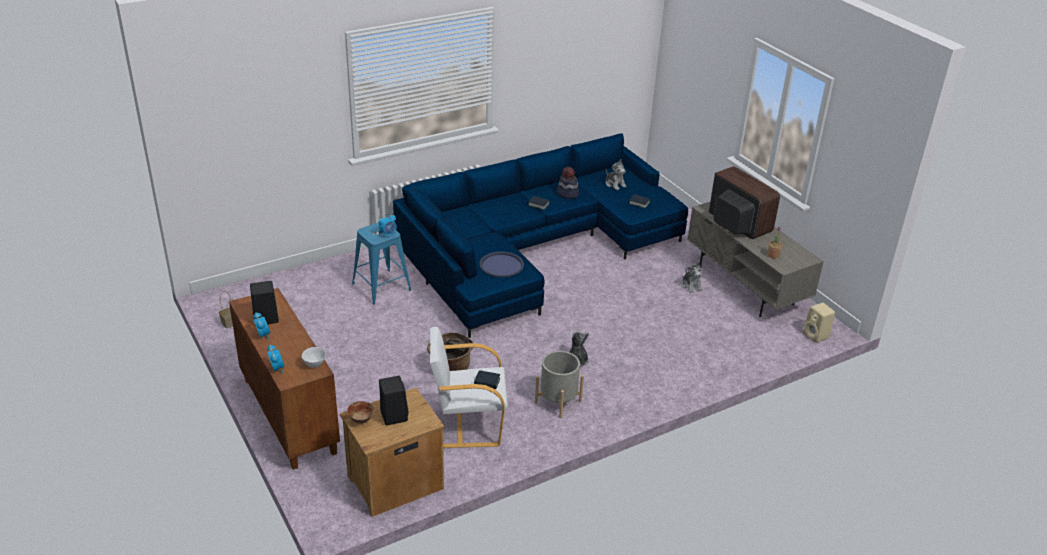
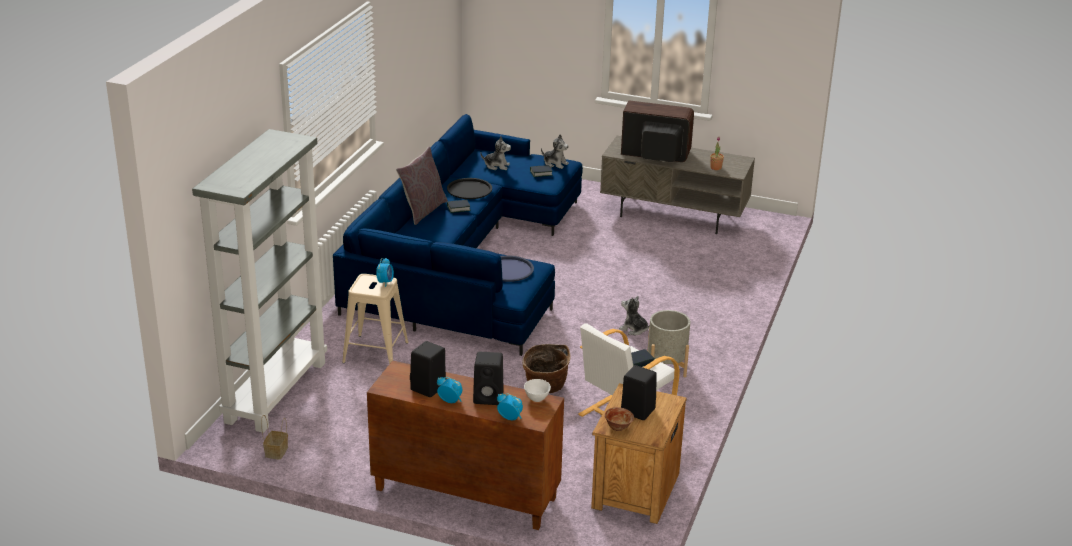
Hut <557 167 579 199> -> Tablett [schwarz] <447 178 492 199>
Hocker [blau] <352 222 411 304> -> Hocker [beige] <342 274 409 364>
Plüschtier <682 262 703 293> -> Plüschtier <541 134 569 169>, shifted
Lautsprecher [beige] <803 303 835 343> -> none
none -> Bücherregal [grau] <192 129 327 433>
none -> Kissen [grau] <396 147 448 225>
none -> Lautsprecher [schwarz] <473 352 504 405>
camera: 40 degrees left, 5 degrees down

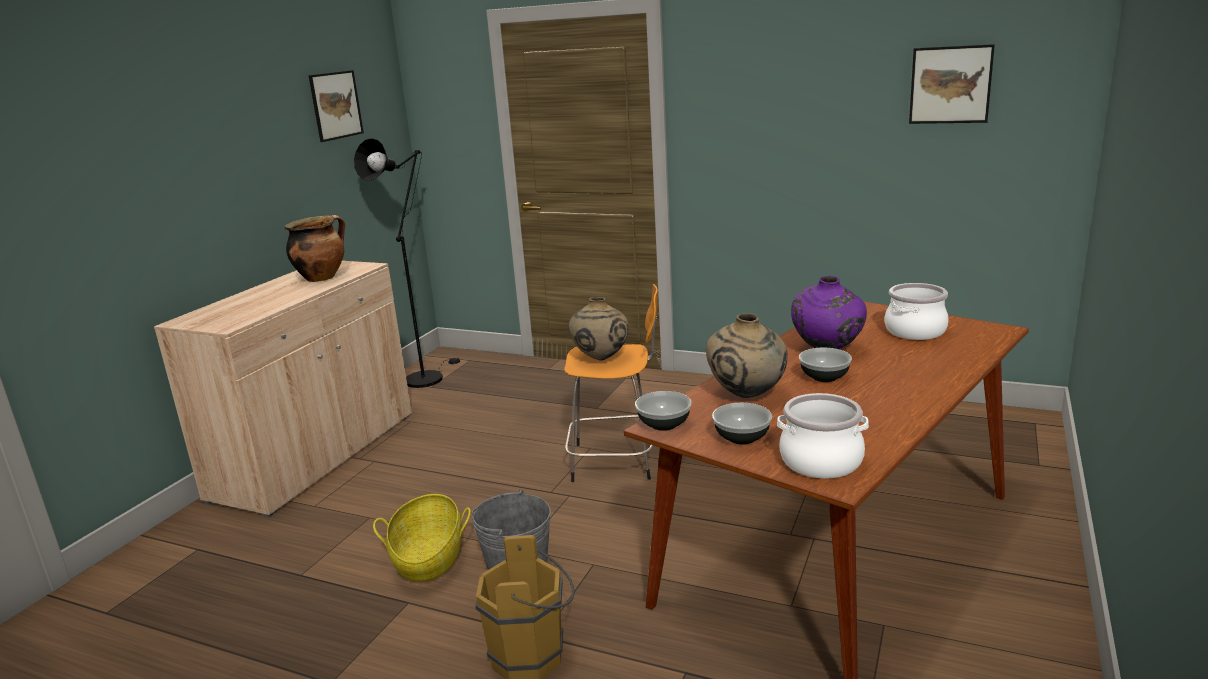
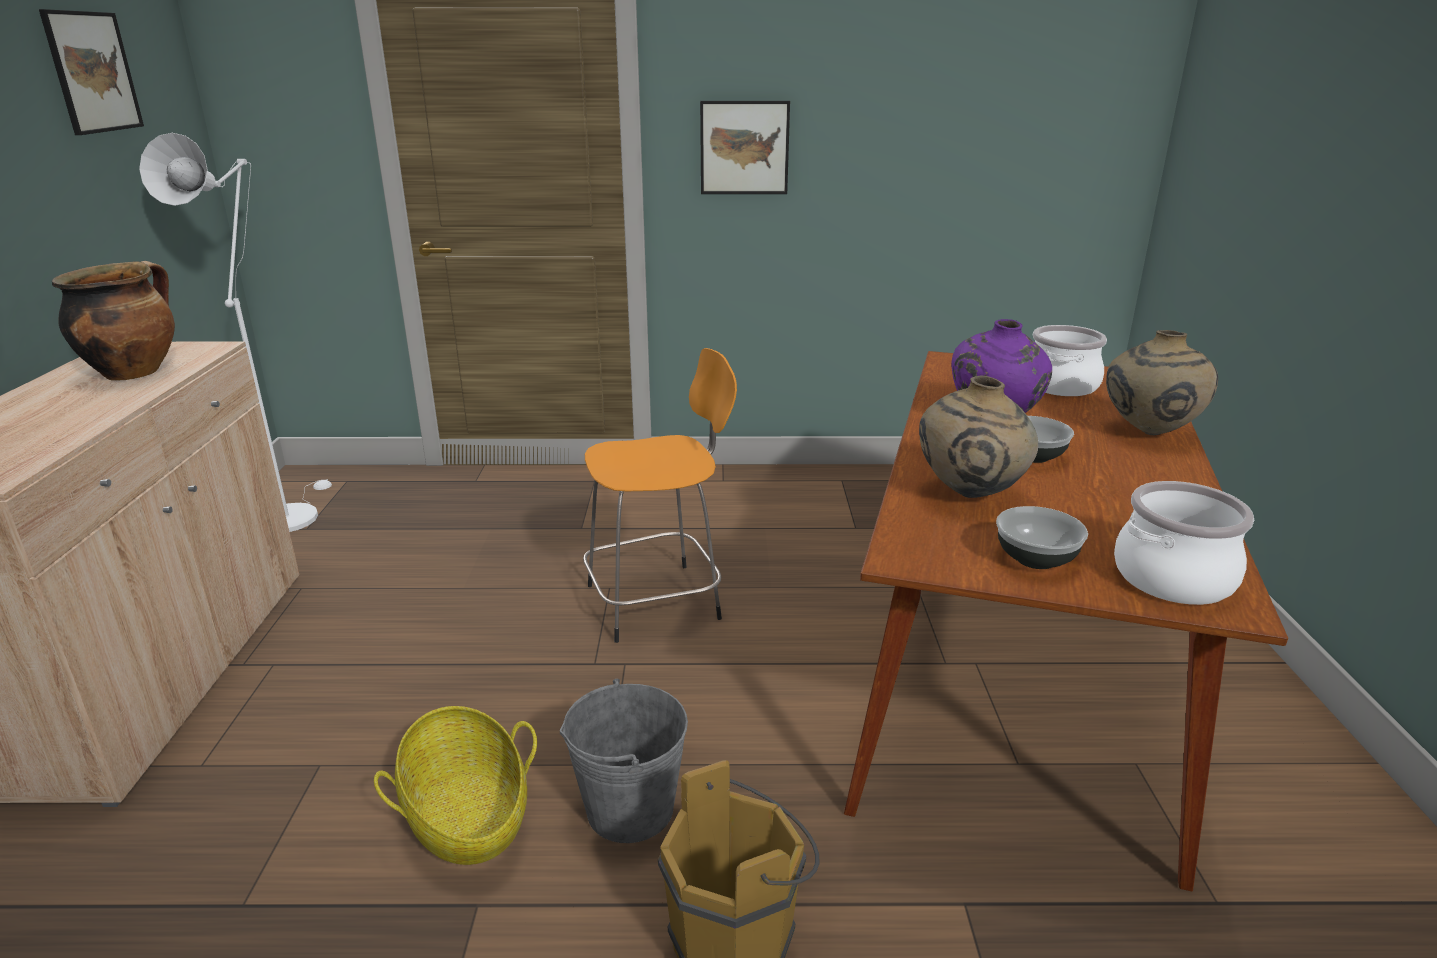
Bild <909 44 995 124> -> Bild <700 101 790 194>, shifted
Stehlampe [schwarz] <354 138 460 388> -> Stehlampe [weiß] <139 133 332 532>
Vase [beige] <568 297 629 360> -> Vase [beige] <1106 330 1218 435>, shifted
Schüssel <635 391 692 431> -> none
camera: 25 degrees left, 5 degrees up

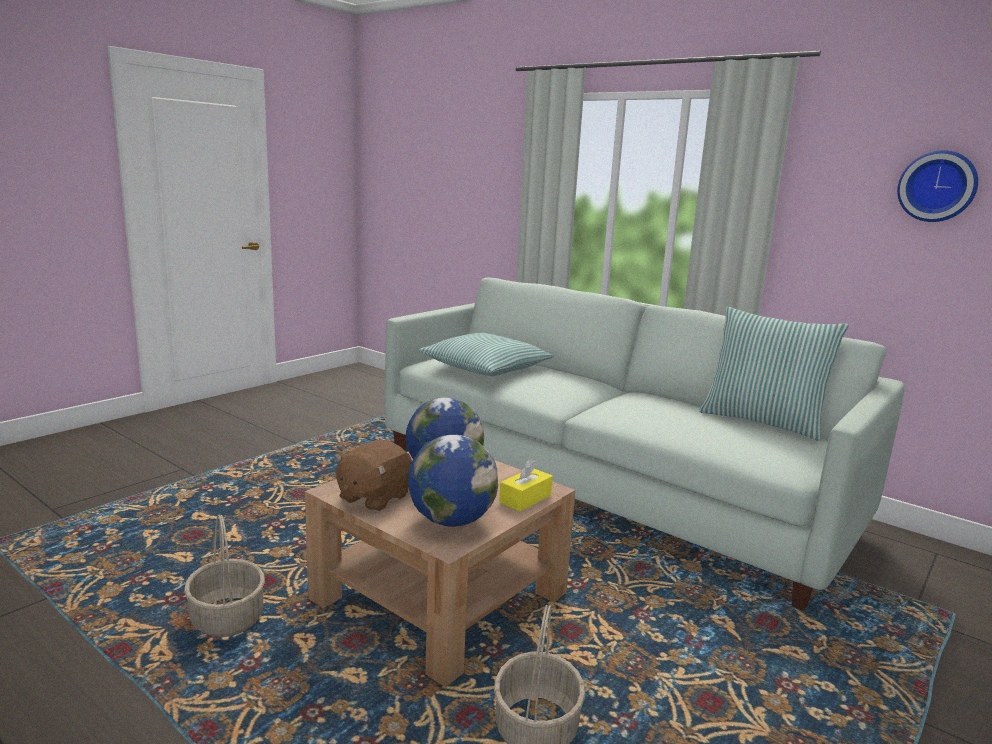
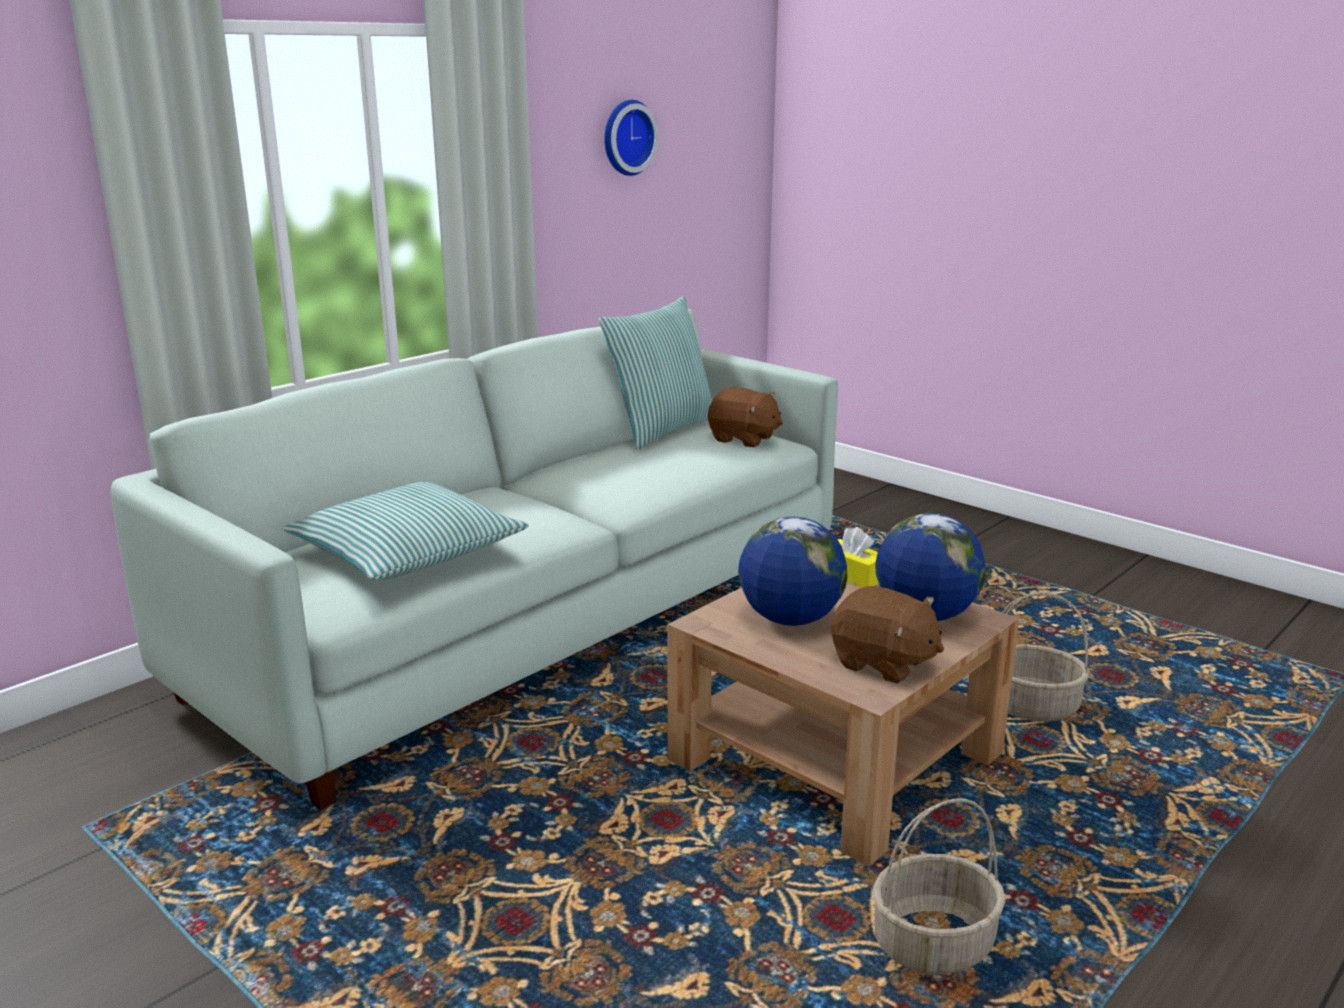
none -> Plüschtier [braun] <708 387 783 448>
camera: 85 degrees left, 5 degrees up

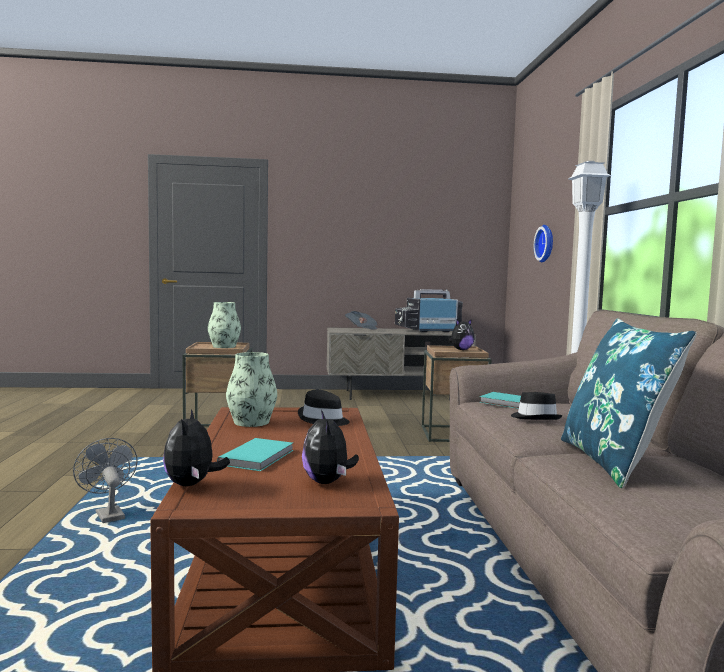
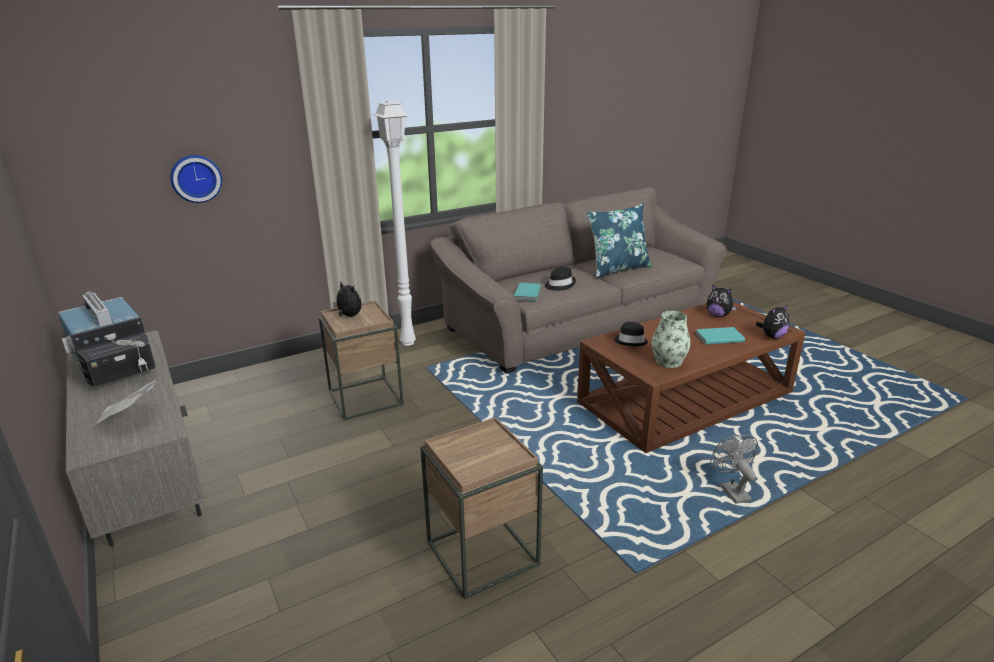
Vase <208 302 241 348> -> none
Plüschtier <302 410 359 484> -> Plüschtier <706 285 737 317>, 75 degrees clockwise
Ventilator [grau] <73 438 138 523> -> Ventilator [grau] <710 435 758 504>, 135 degrees clockwise
camera: 115 degrees left, 20 degrees up

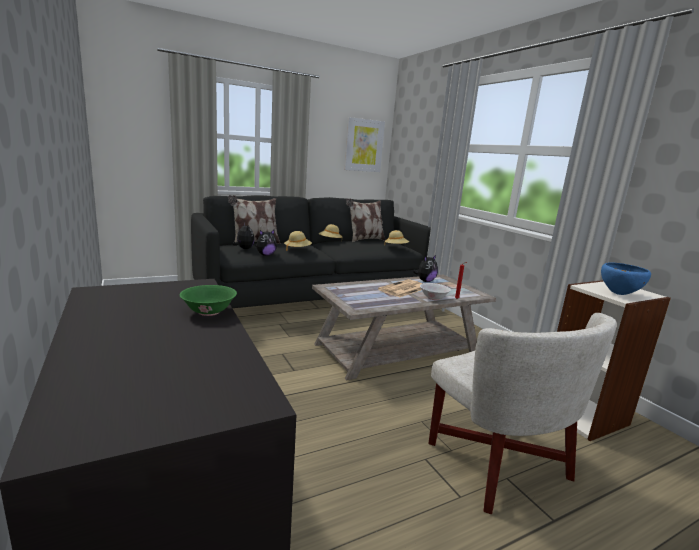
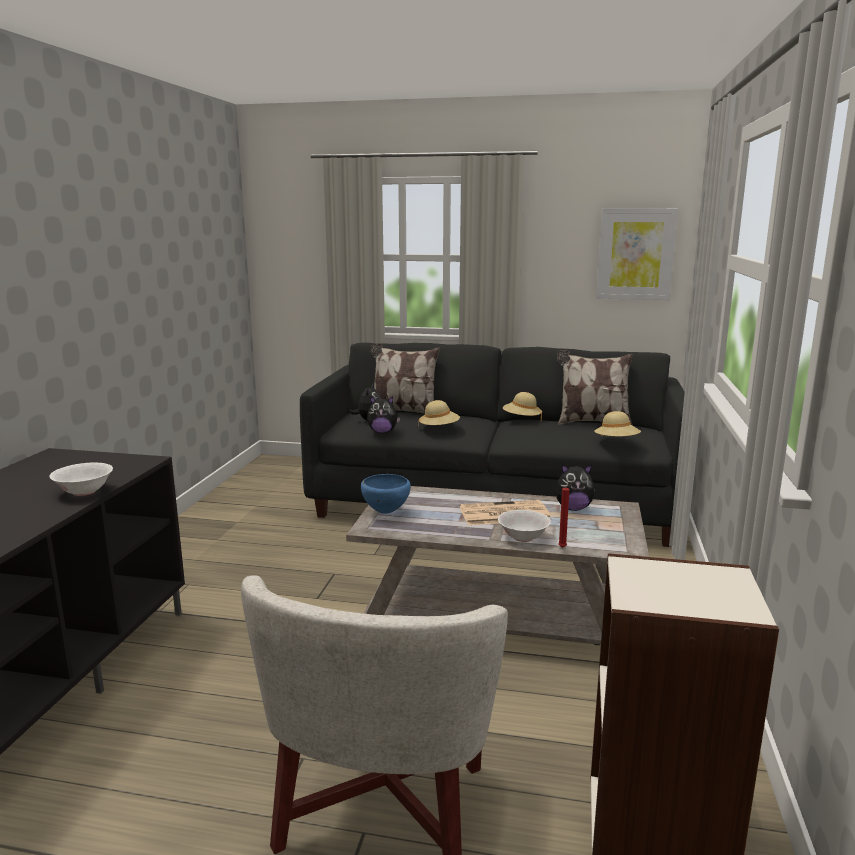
Schüssel [blau] <601 263 651 295> -> Schüssel [blau] <361 474 411 514>, shifted
Schüssel [grün] <180 285 237 316> -> Schüssel [weiß] <49 463 113 496>
camera: 40 degrees right, 0 degrees up

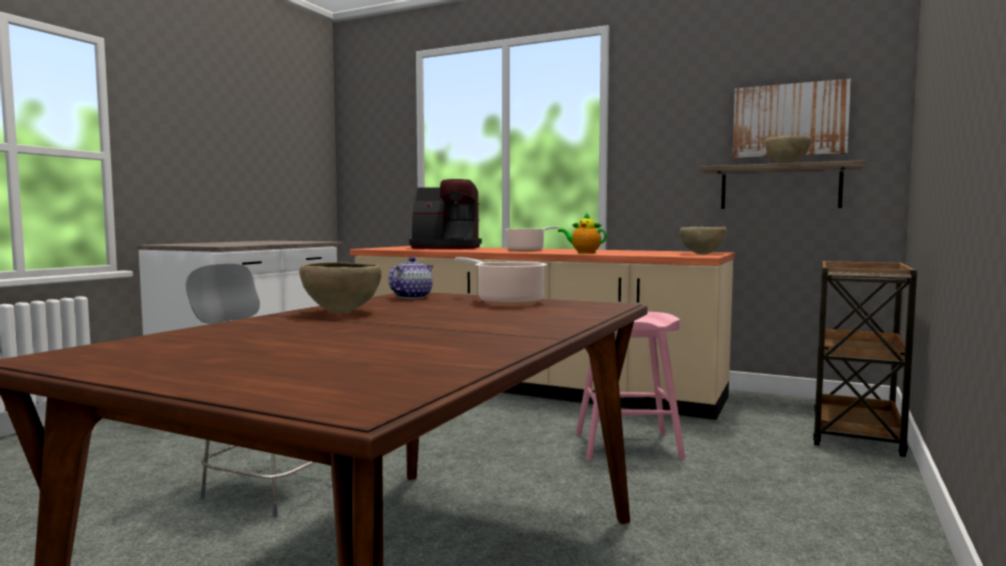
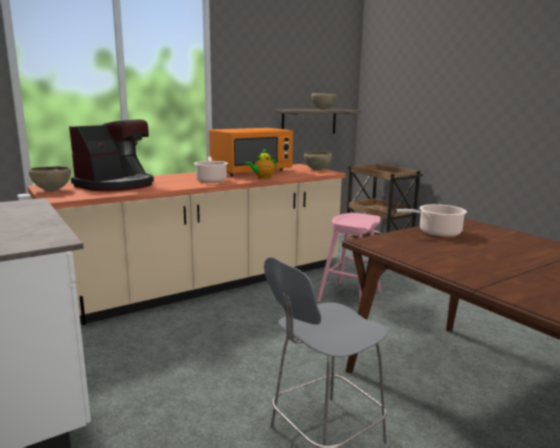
Bild <733 79 851 158> -> none
Teekanne <388 257 433 299> -> none
Schüssel [braun] <299 262 382 313> -> Schüssel [braun] <29 166 71 192>, shifted
none -> Mikrowelle [orange] <209 128 293 176>
camera: 60 degrees left, 10 degrees up

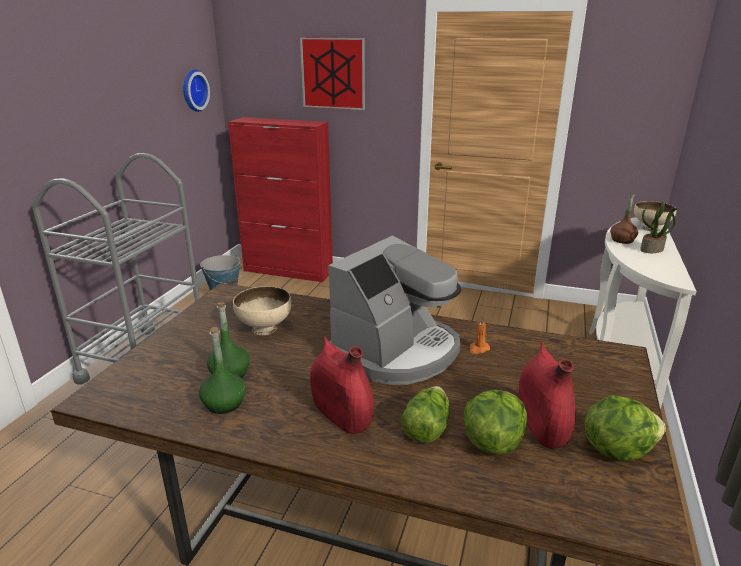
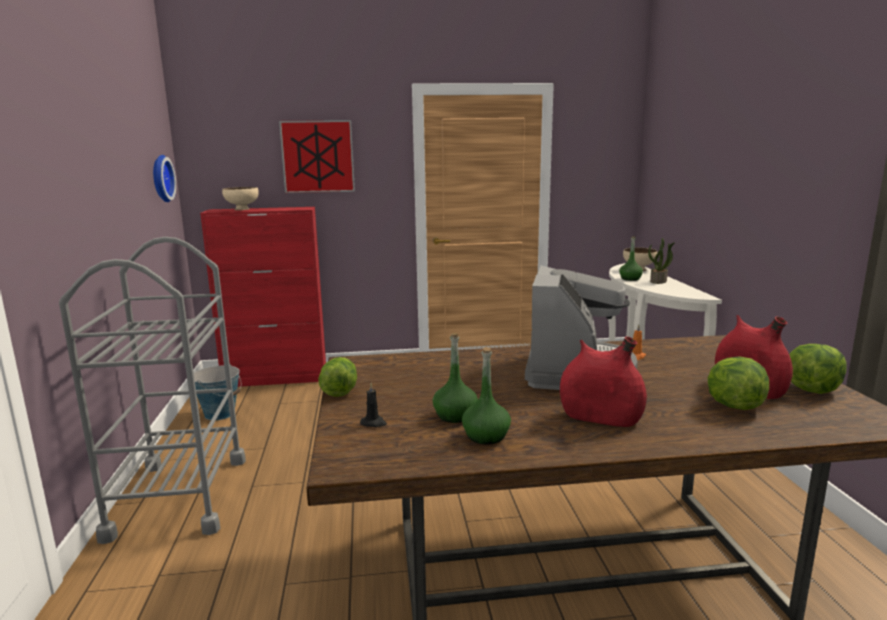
Flasche [braun] <610 193 638 244> -> Flasche [grün] <619 236 643 281>
Schüssel [beige] <233 286 291 335> -> Schüssel [beige] <222 187 259 210>, shifted
Salatkopf <401 386 450 443> -> Salatkopf <318 357 357 397>, shifted
none -> Kerze [schwarz] <360 383 387 427>
camera: 25 degrees left, 10 degrees down

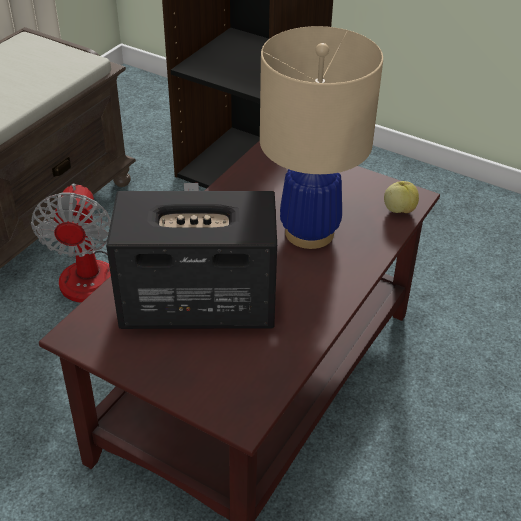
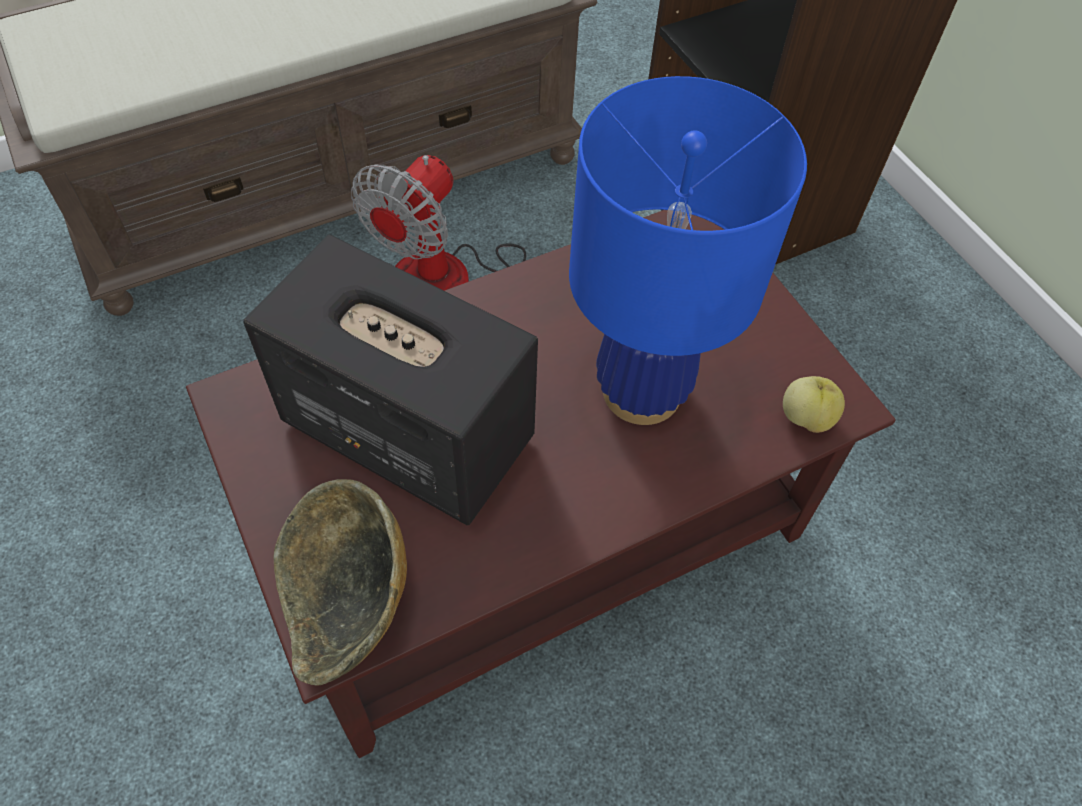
Tischlampe [beige] <260 26 383 249> -> Tischlampe [blau] <569 76 807 425>
none -> Schüssel <274 479 407 685>
camera: 30 degrees right, 15 degrees up

